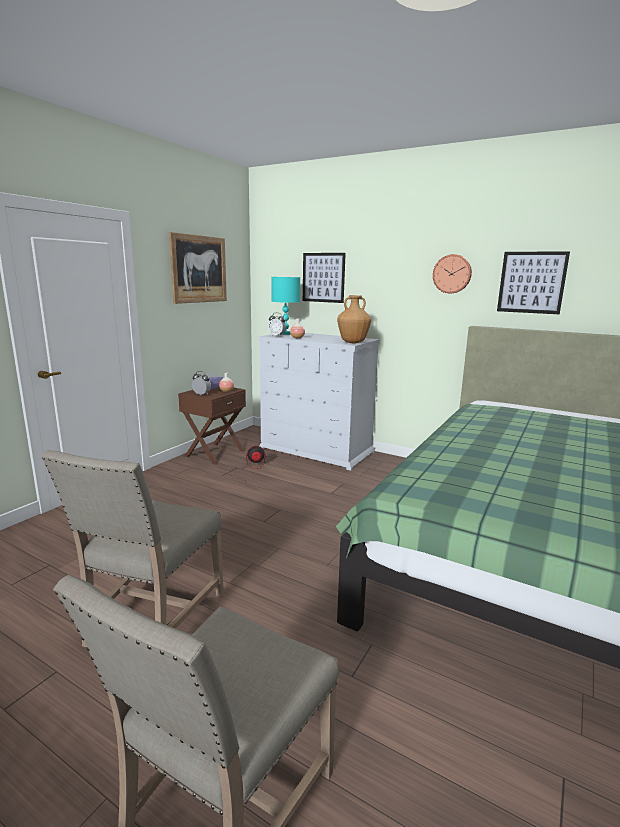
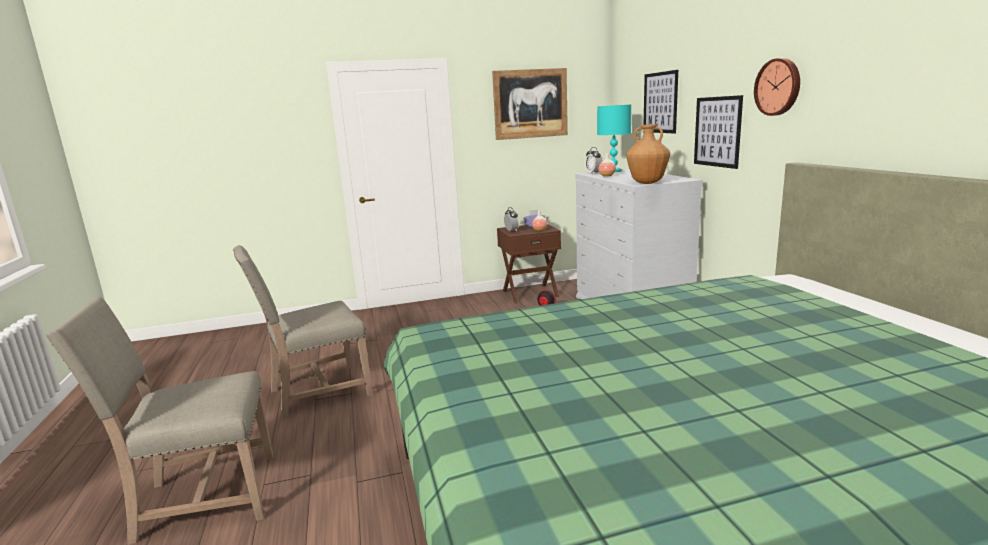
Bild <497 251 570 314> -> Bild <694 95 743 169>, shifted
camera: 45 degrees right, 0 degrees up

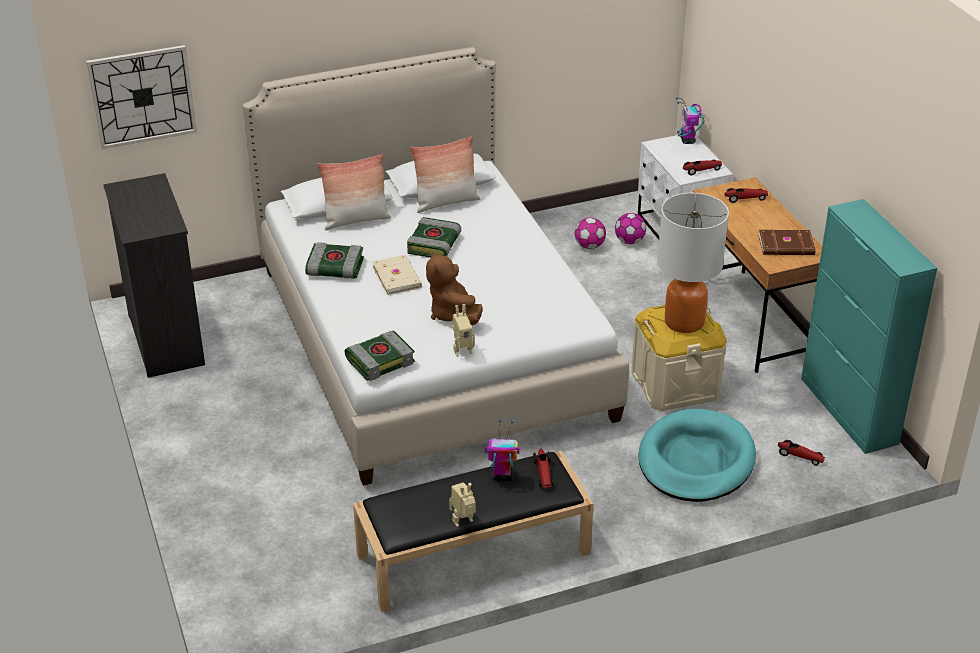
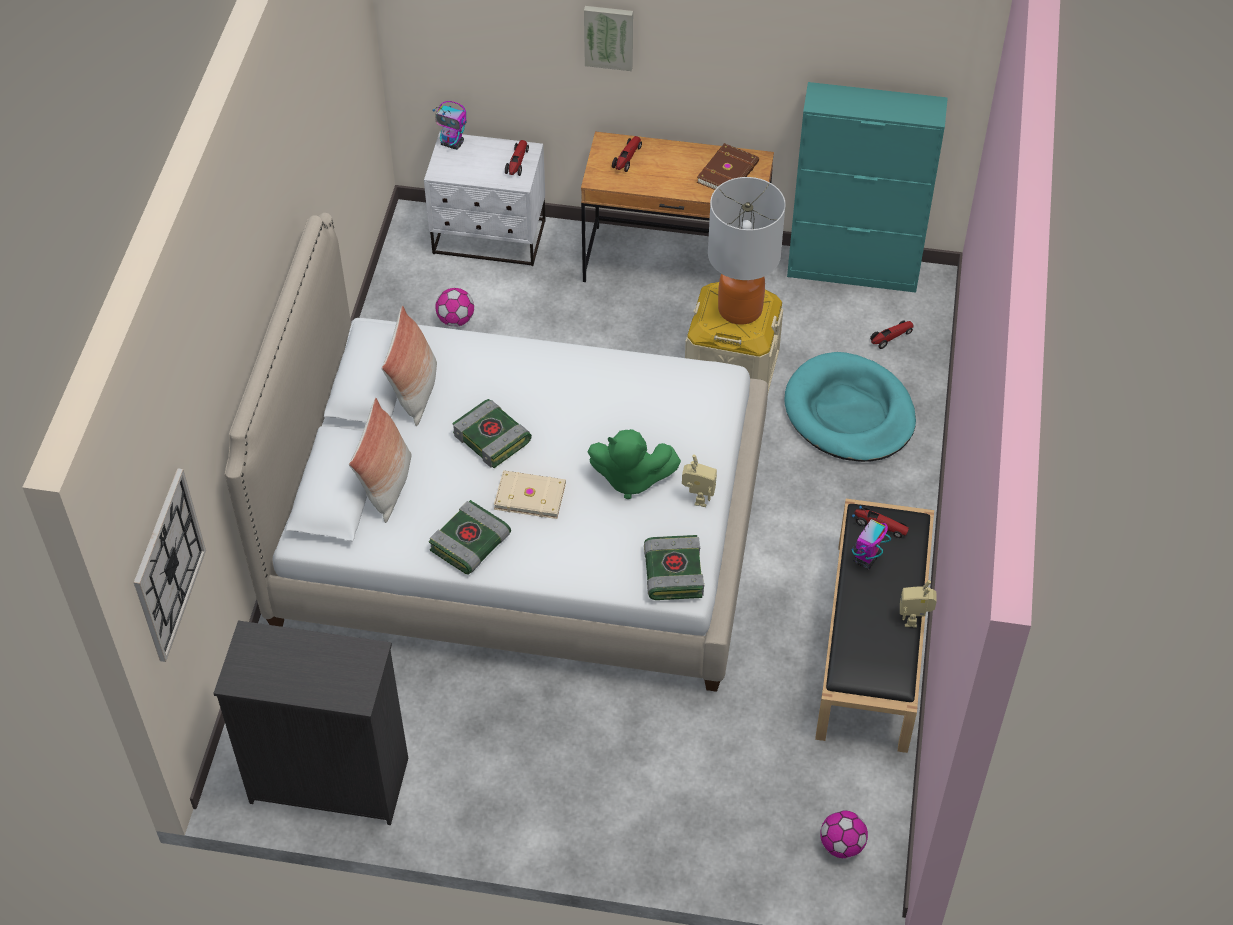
Fußball <615 213 646 244> -> Fußball <820 810 868 858>, shifted
Plüschtier [braun] <426 251 483 325> -> Plüschtier [grün] <588 429 681 499>
none -> Bild <584 6 633 71>
camera: 60 degrees left, 15 degrees up

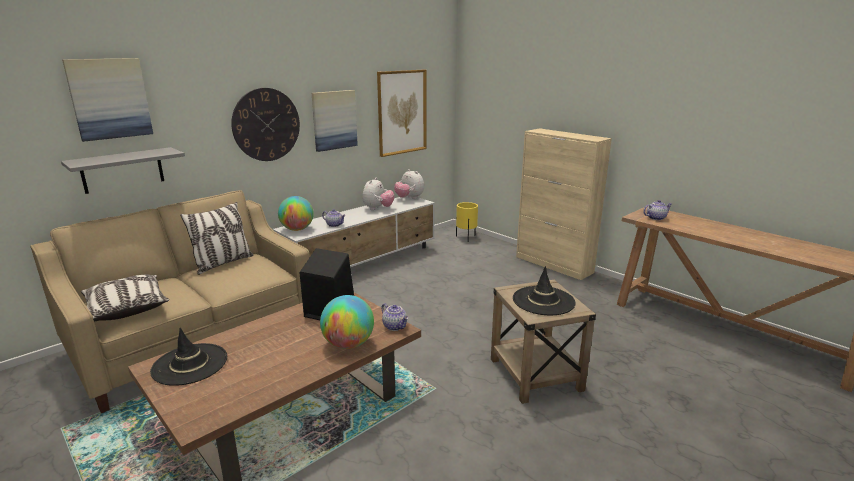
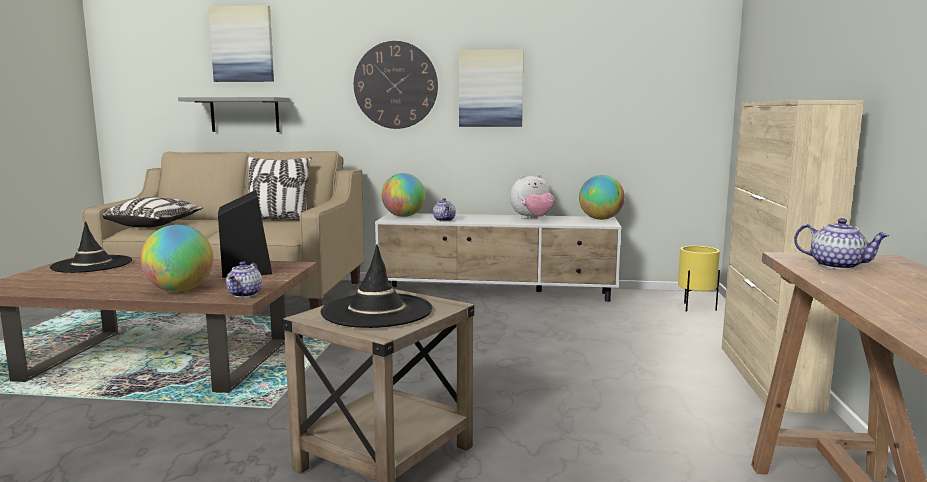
Bild <377 70 427 157> -> none
Plüschtier <394 169 424 199> -> Globus <579 175 625 220>
camera: 50 degrees right, 10 degrees down

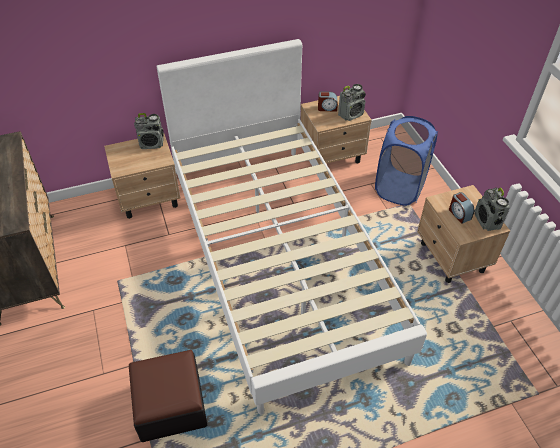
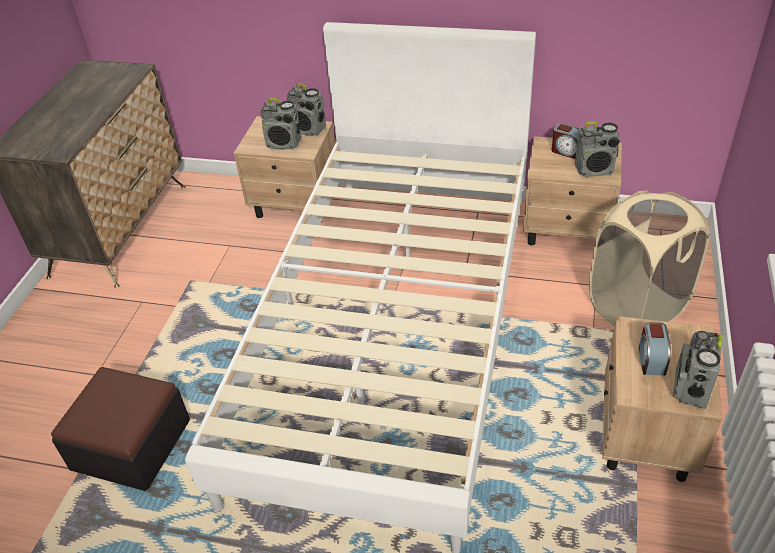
Wäschekorb [blau] <375 116 438 206> -> Wäschekorb [beige] <589 191 709 326>
none -> Radio <260 98 302 150>
camera: 35 degrees right, 5 degrees down

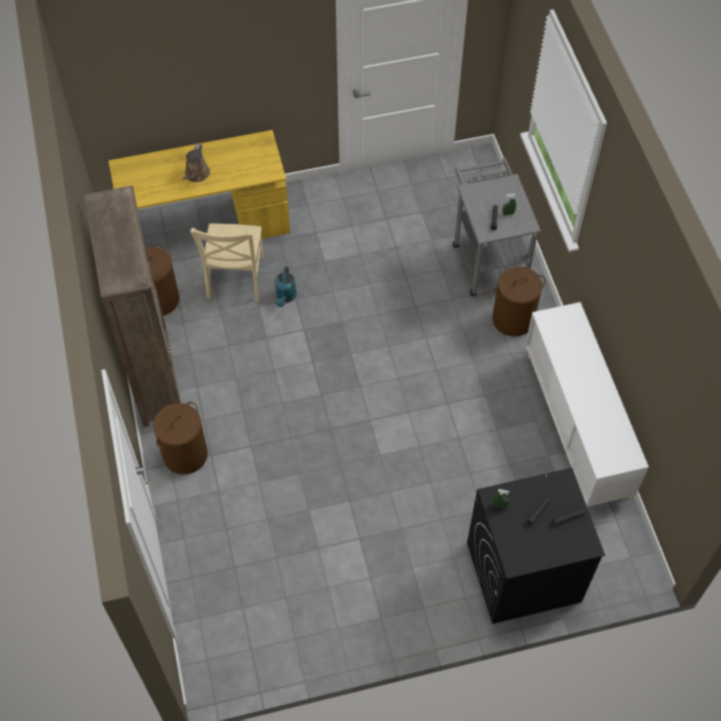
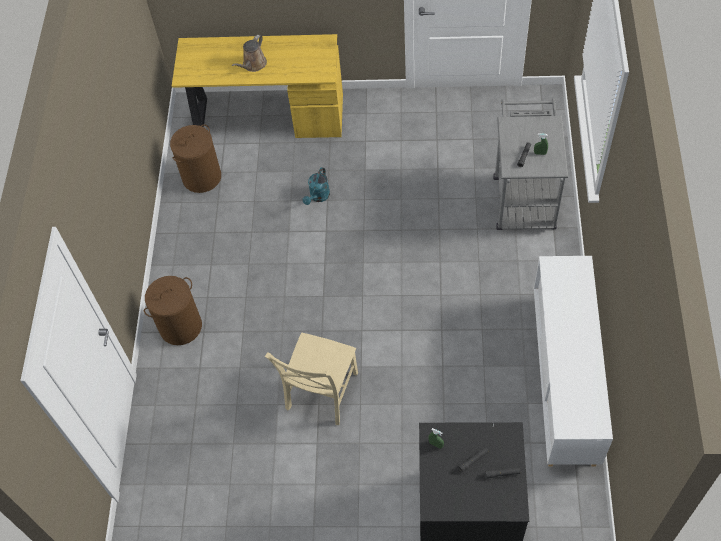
Bücherregal [braun] <84 186 181 427> -> none
Stuhl [beige] <190 224 264 301> -> Stuhl [beige] <265 332 358 425>, shifted
Wäschekorb [braun] <493 266 546 337> -> none
camera: 20 degrees right, 0 degrees up

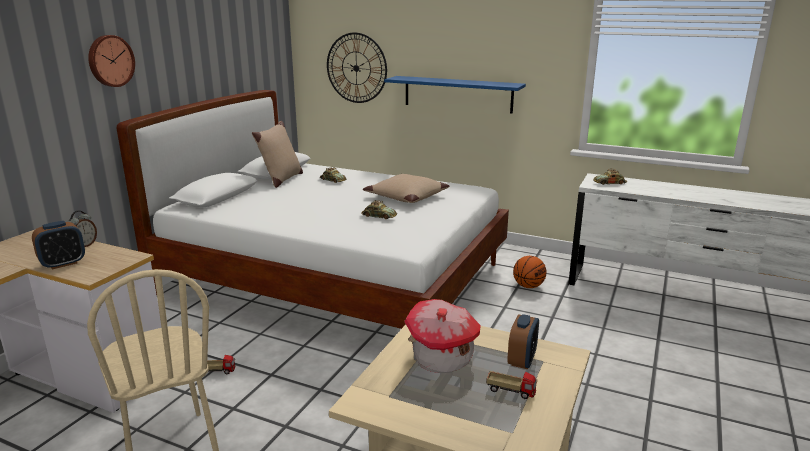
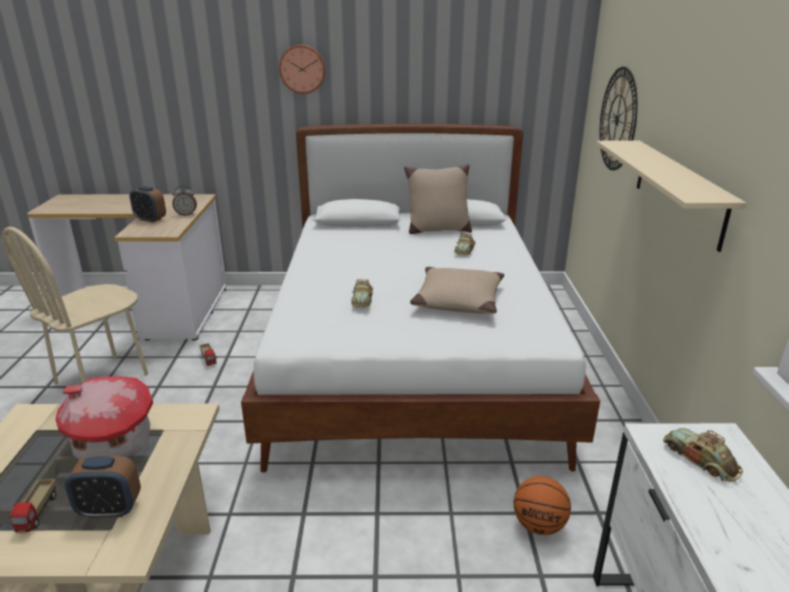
Wandregal [blau] <384 76 526 114> -> Wandregal [beige] <596 141 747 252>
camera: 65 degrees right, 5 degrees up

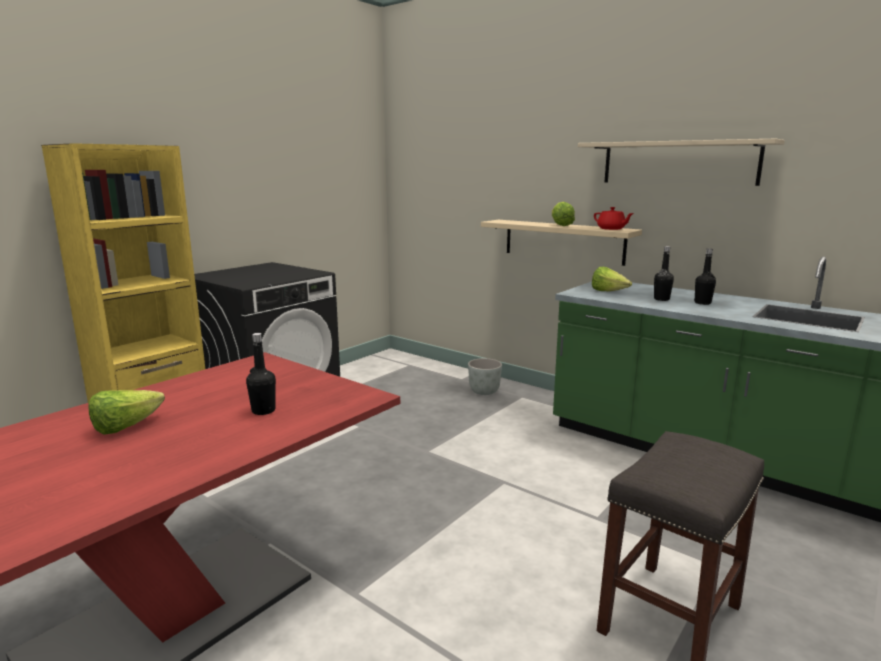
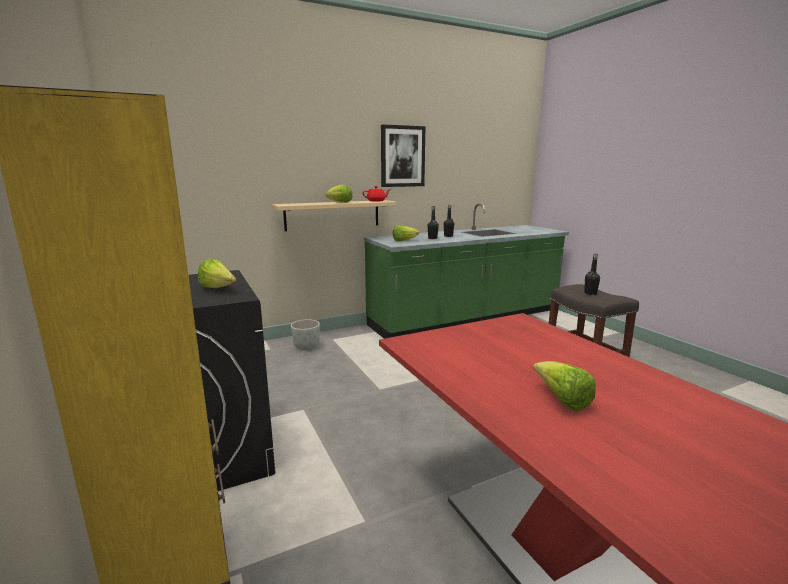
Wandregal [beige] <578 139 785 186> -> Bild <381 124 426 187>
Flasche [schwarz] <246 333 276 415> -> Flasche [schwarz] <584 254 600 295>, shifted
none -> Salatkopf <198 259 236 288>
camera: 65 degrees left, 0 degrees up

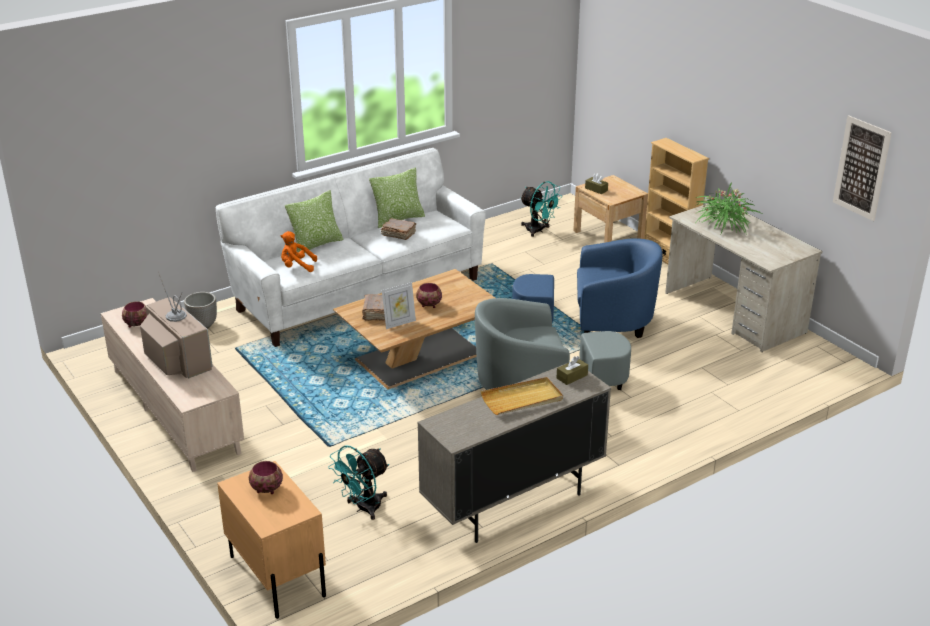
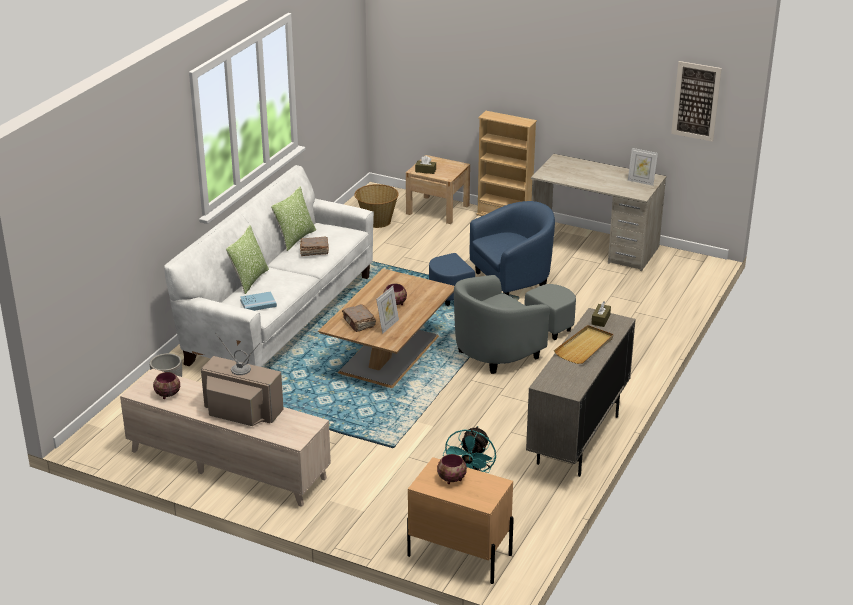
Ventilator [türkis] <520 181 562 237> -> Korb <354 184 399 228>
Topfpflanze <695 182 762 236> -> none
Plüschtier [orange] <281 231 317 272> -> Buch [blau] <240 291 277 311>
none -> Bilderrahmen <628 148 658 186>
camera: 30 degrees left, 0 degrees up

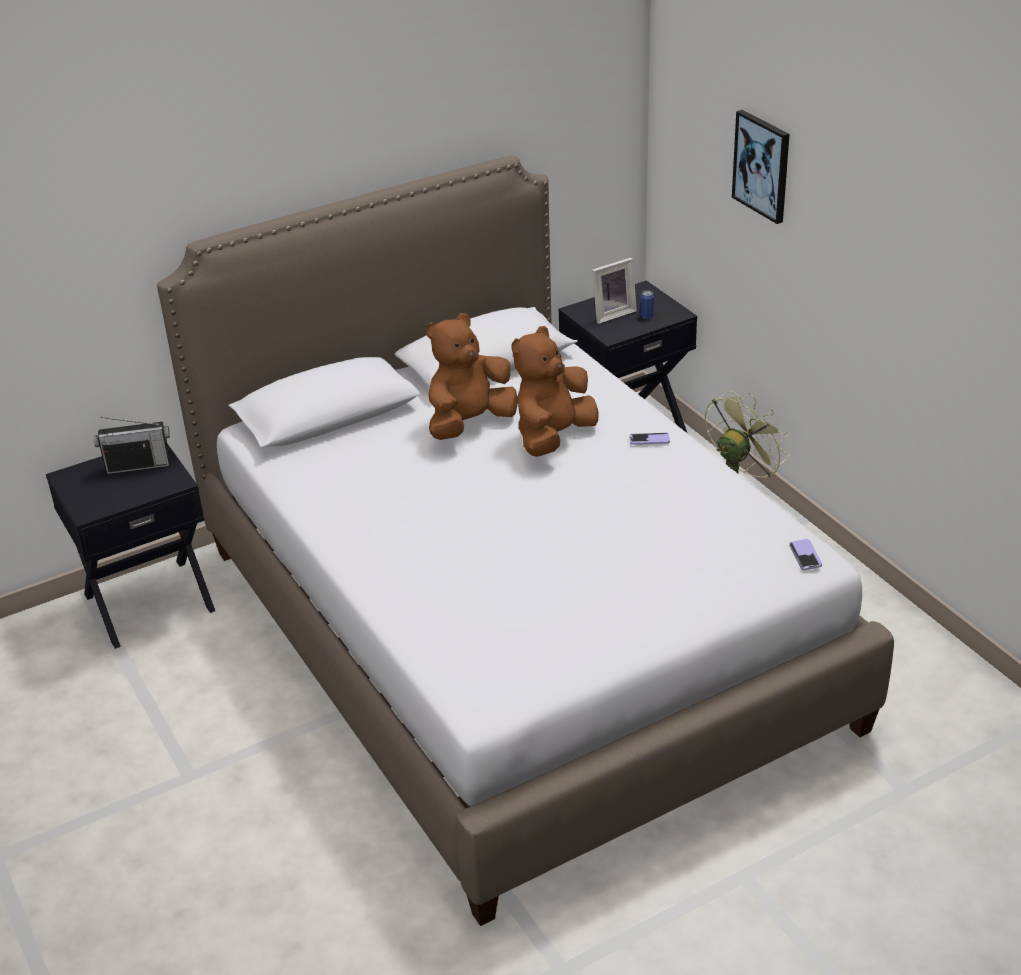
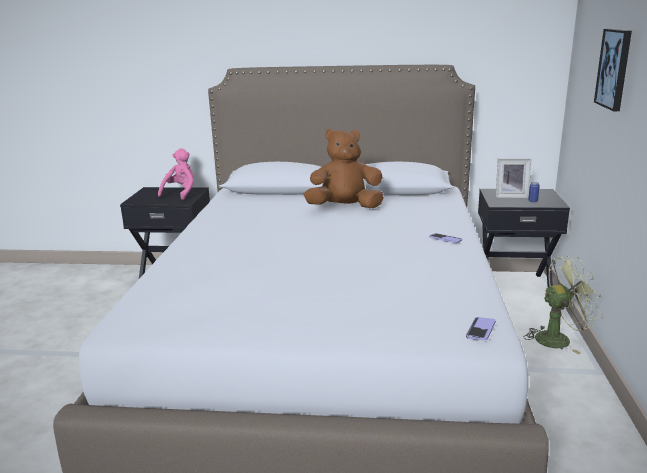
Plüschtier [braun] <512 326 599 457> -> none
Radio <93 417 170 475> -> Plüschtier [rosa] <158 148 194 200>
camera: 35 degrees right, 15 degrees down

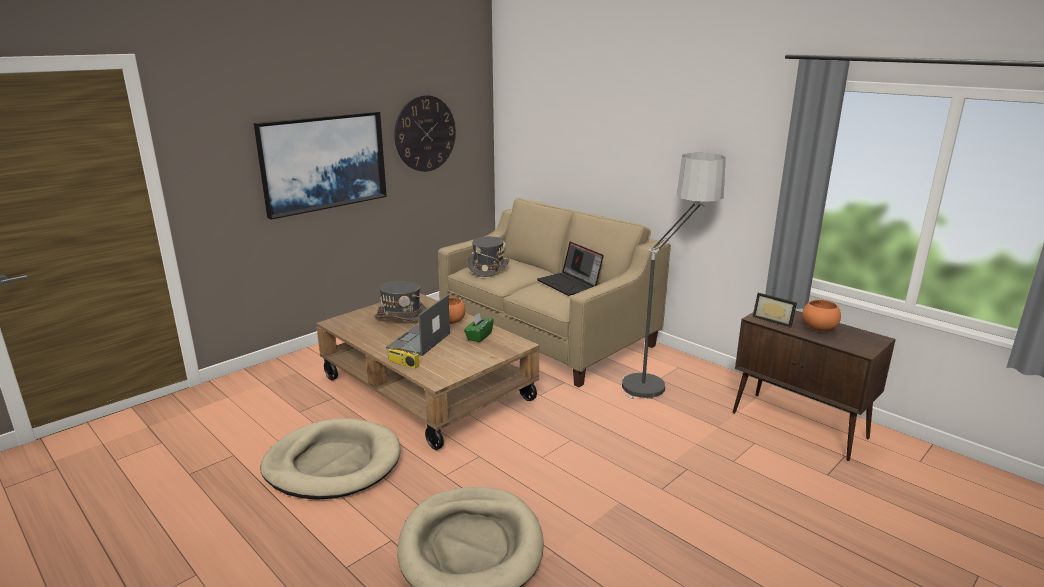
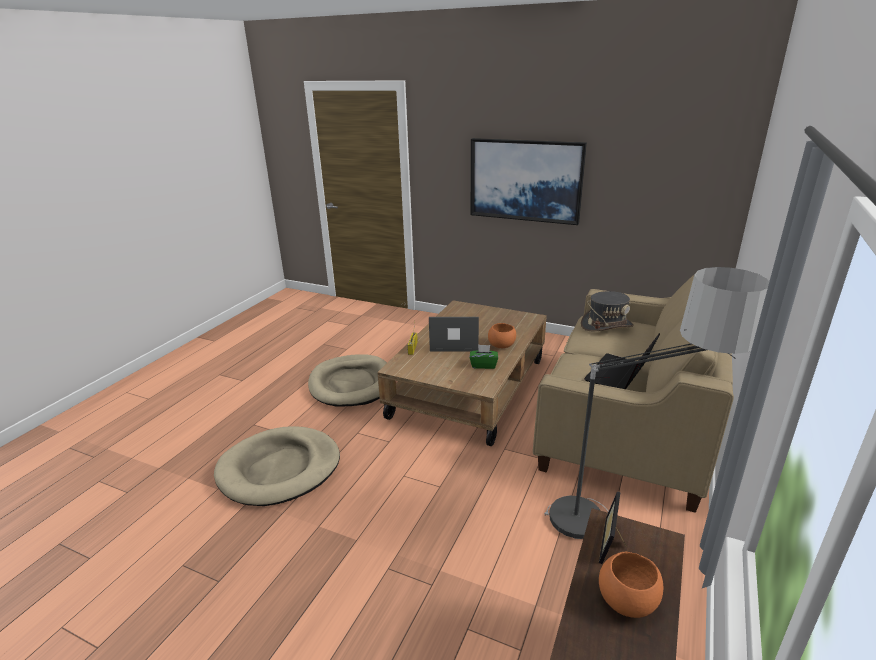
Wanduhr <394 95 456 172> -> none
Hut [grau] <374 281 427 322> -> none
camera: 70 degrees right, 5 degrees up

